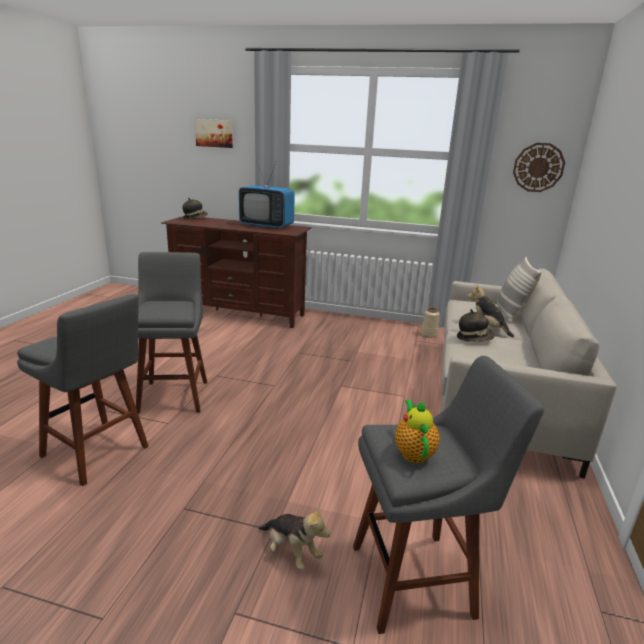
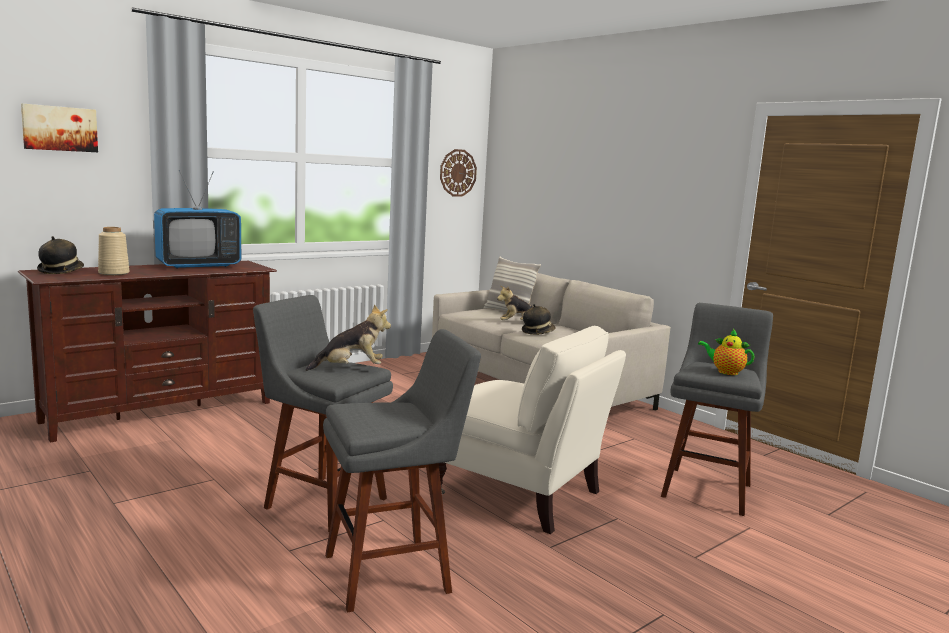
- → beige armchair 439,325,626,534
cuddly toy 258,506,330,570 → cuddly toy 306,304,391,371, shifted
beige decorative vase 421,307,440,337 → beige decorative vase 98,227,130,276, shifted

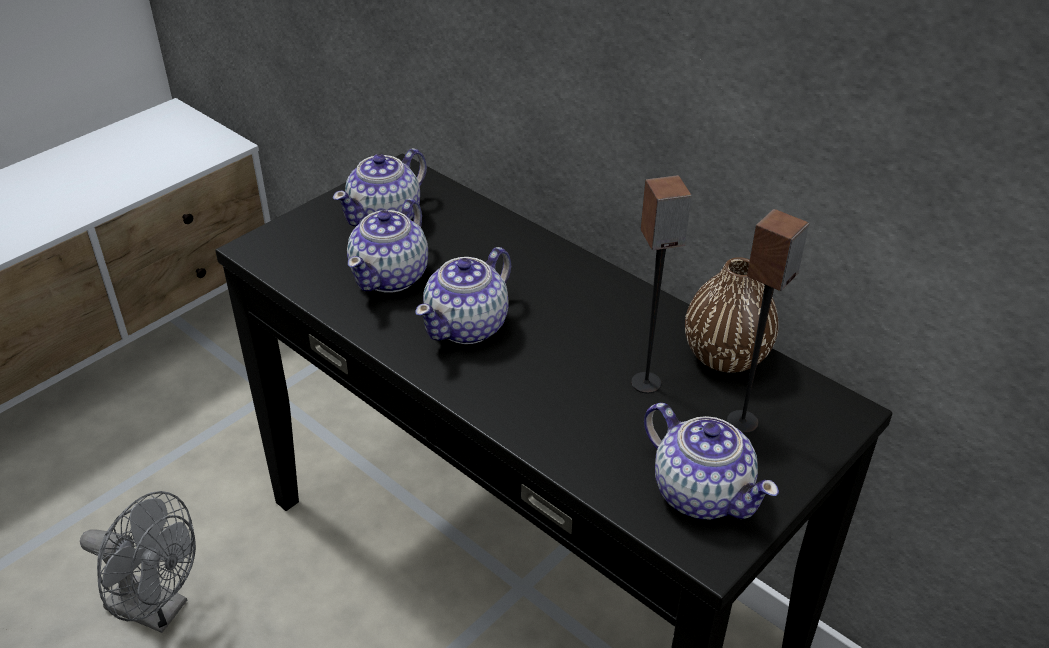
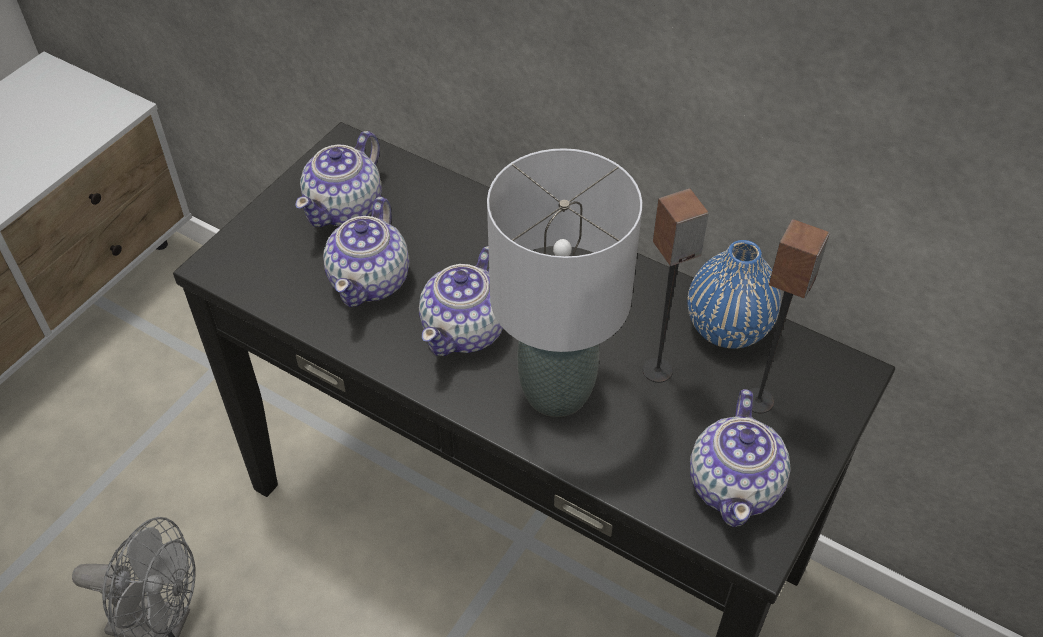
- → grey tabletop lamp 487,148,642,417
brown-coloured decorative vase 685,257,779,373 → blue-coloured decorative vase 688,240,781,349
teapot 644,403,779,520 → teapot 690,389,791,527, 60 degrees clockwise

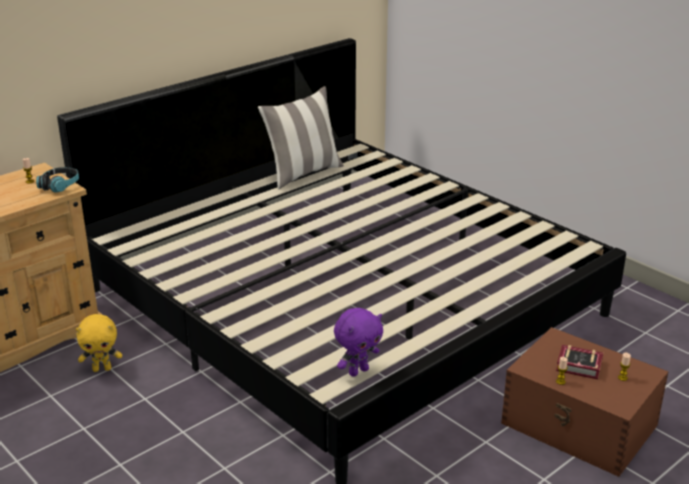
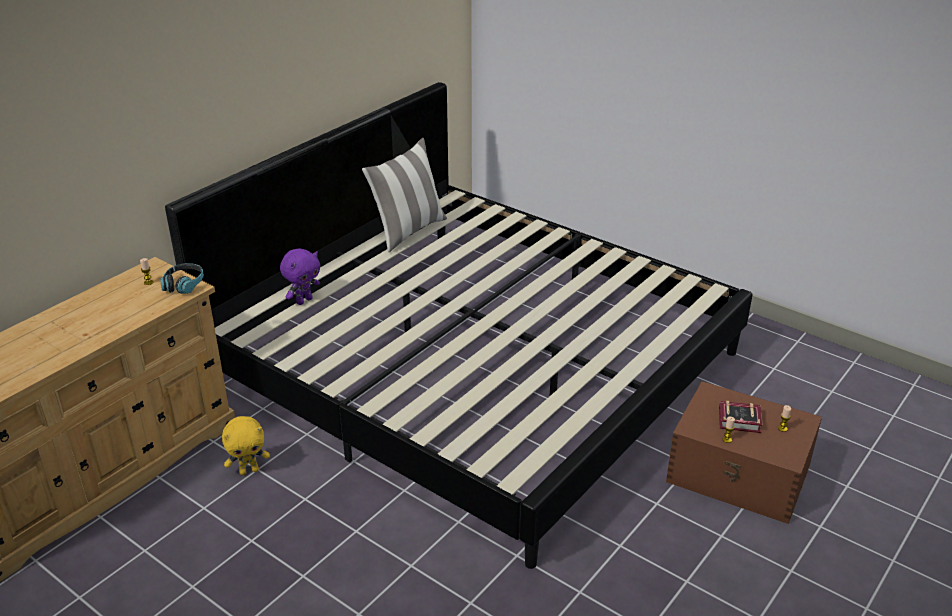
purple-coloured cuddly toy 334,308,383,377 → purple-coloured cuddly toy 280,248,320,305, shifted

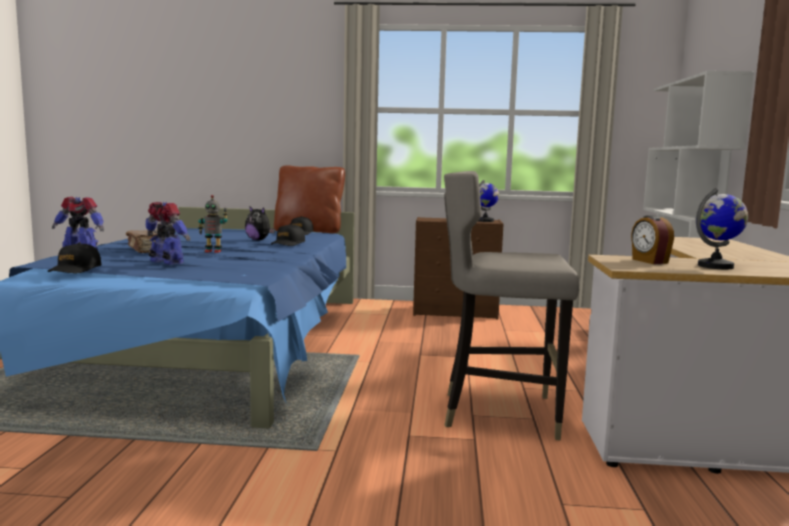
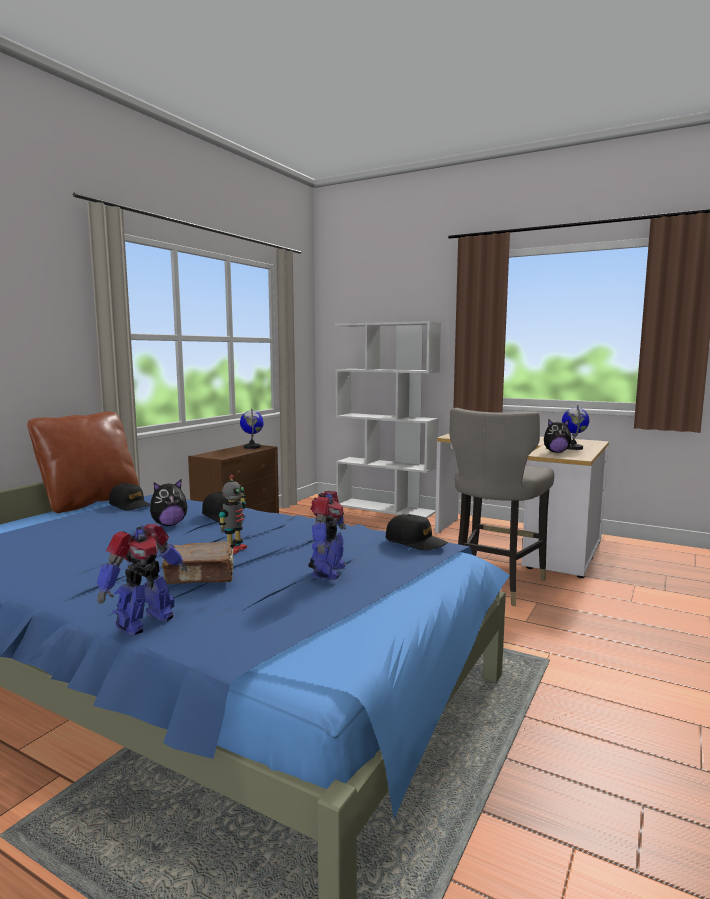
black-coloured baseball cap 48,243,102,273 → black-coloured baseball cap 386,514,448,550, shifted
bedside clock 631,215,674,264 → cuddly toy 544,420,571,453
toy robot 146,201,190,265 → toy robot 308,491,346,580, 135 degrees clockwise

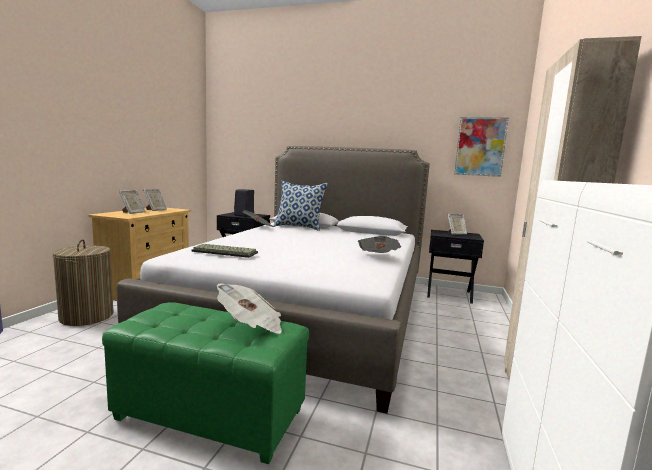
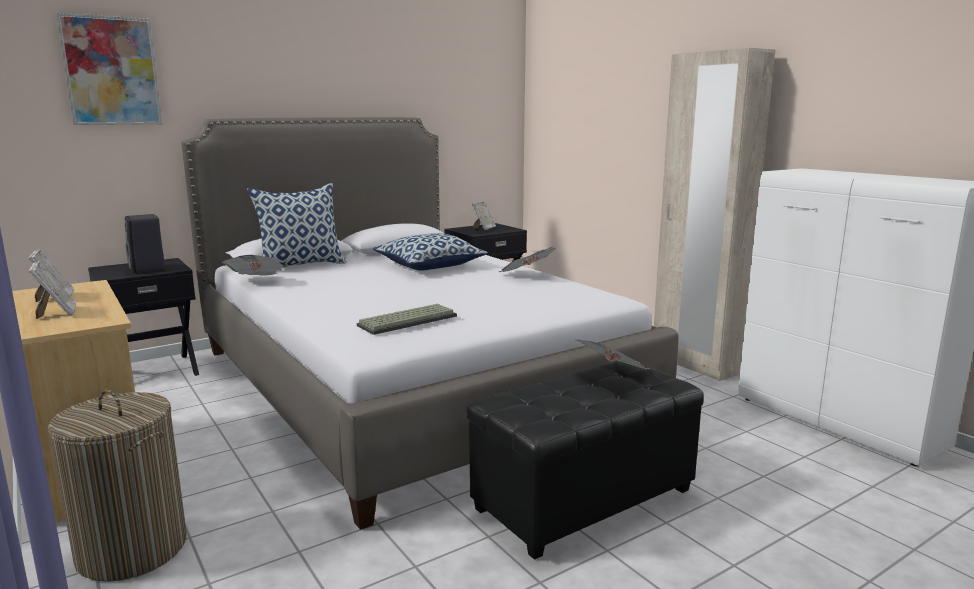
- → cushion 373,233,488,271
wall art 454,117,509,177 → wall art 57,13,162,125, shifted
greenish pouffe 102,302,309,464 → black-coloured pouffe 467,361,704,560

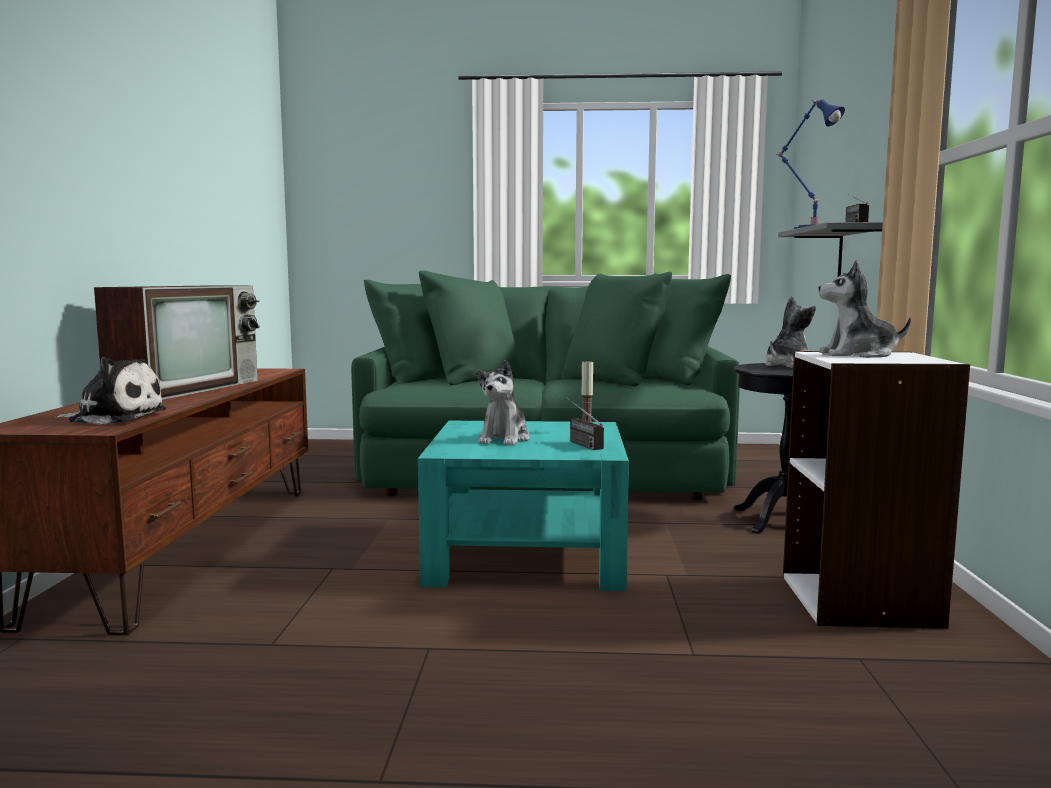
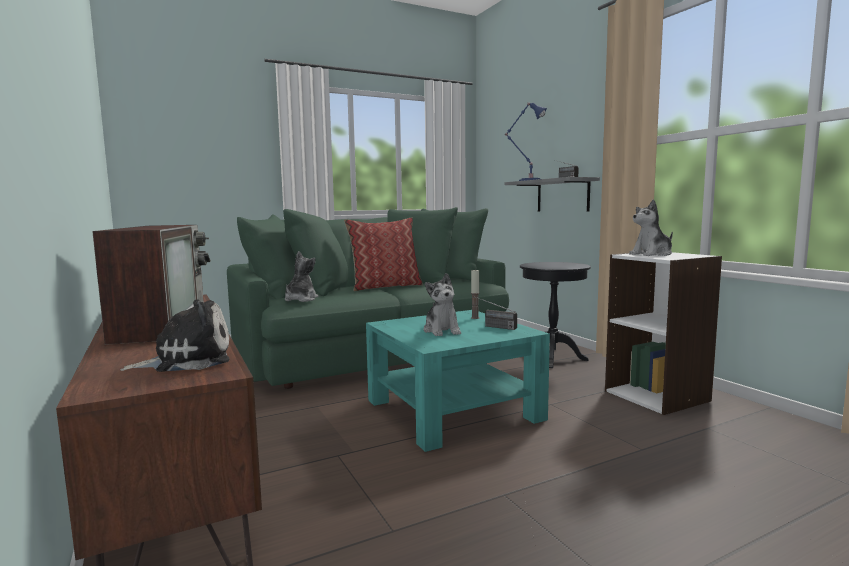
- → cushion 344,217,423,291
cuddly toy 765,296,816,368 → cuddly toy 285,251,319,302, shifted

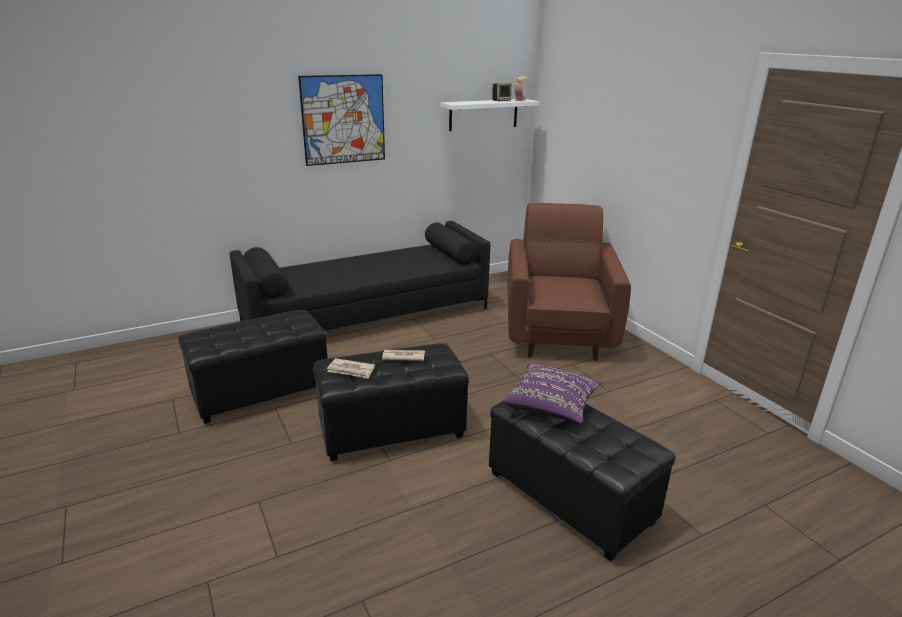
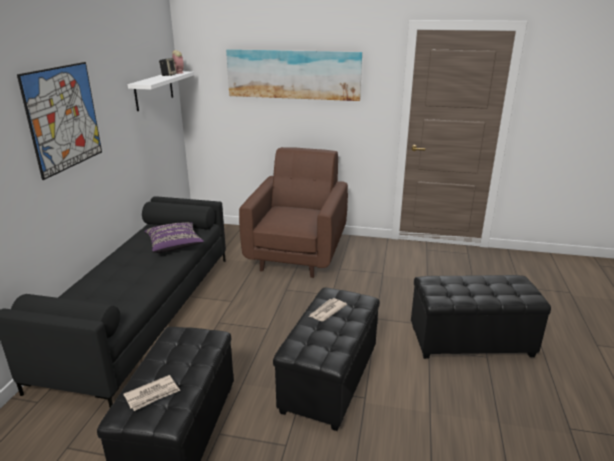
- → wall art 226,49,362,101
newspaper 327,358,375,379 → newspaper 123,375,180,411, shifted
purple-coloured cushion 502,364,601,424 → purple-coloured cushion 144,222,204,253, shifted
brown-coloured armchair 508,203,631,361 → brown-coloured armchair 239,147,348,278, 60 degrees clockwise

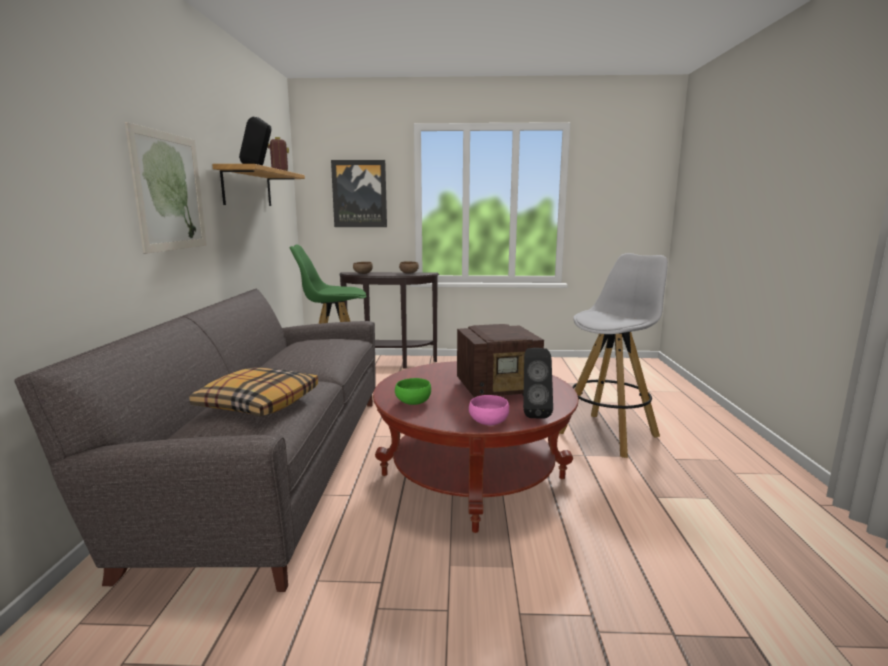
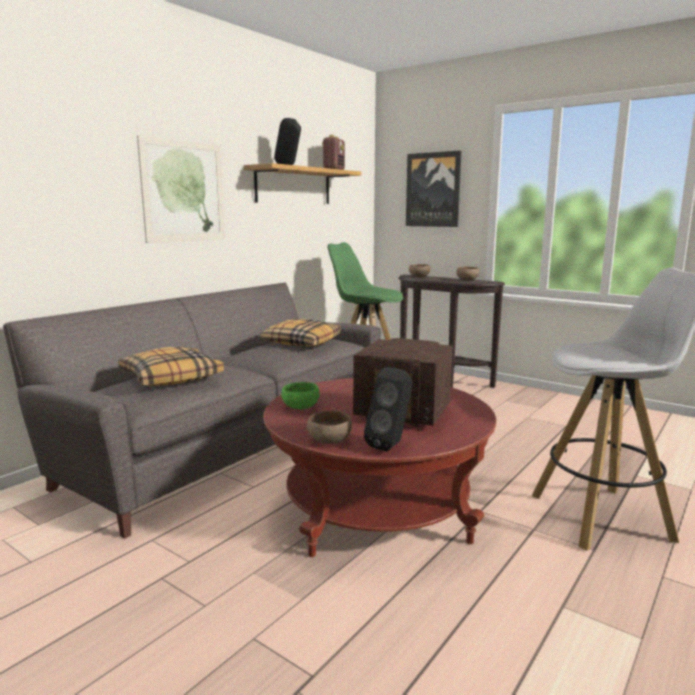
- → cushion 260,319,340,347
pinkish deep dish 469,395,509,425 → brown-coloured deep dish 307,411,352,444

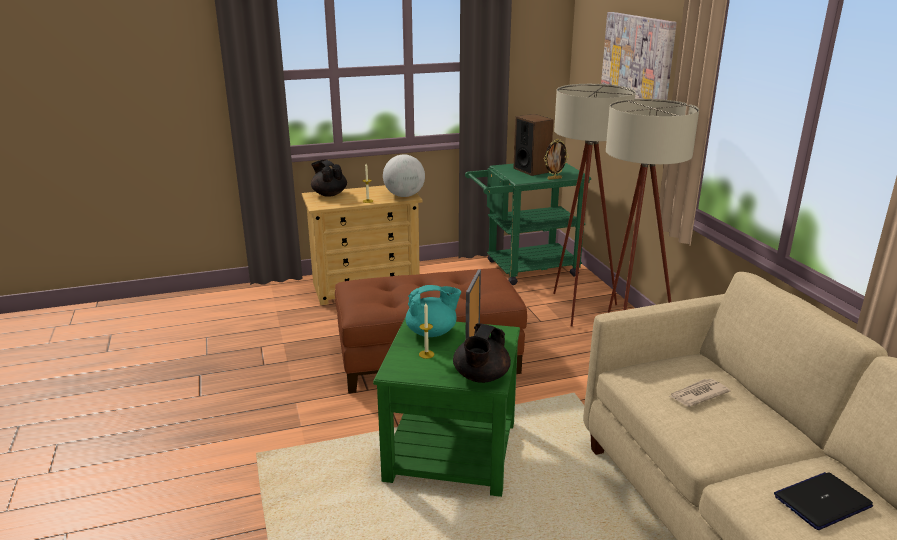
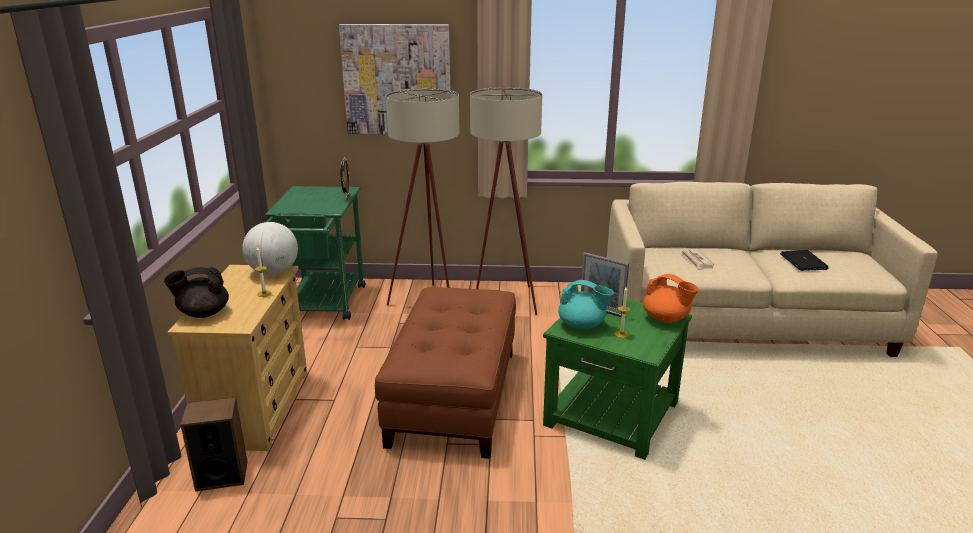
speaker 513,114,554,176 → speaker 180,397,247,492, shifted
black-coloured teapot 453,323,511,383 → orangey teapot 643,274,699,323
turquoise teapot 406,285,461,337 → turquoise teapot 558,280,614,330, 105 degrees clockwise

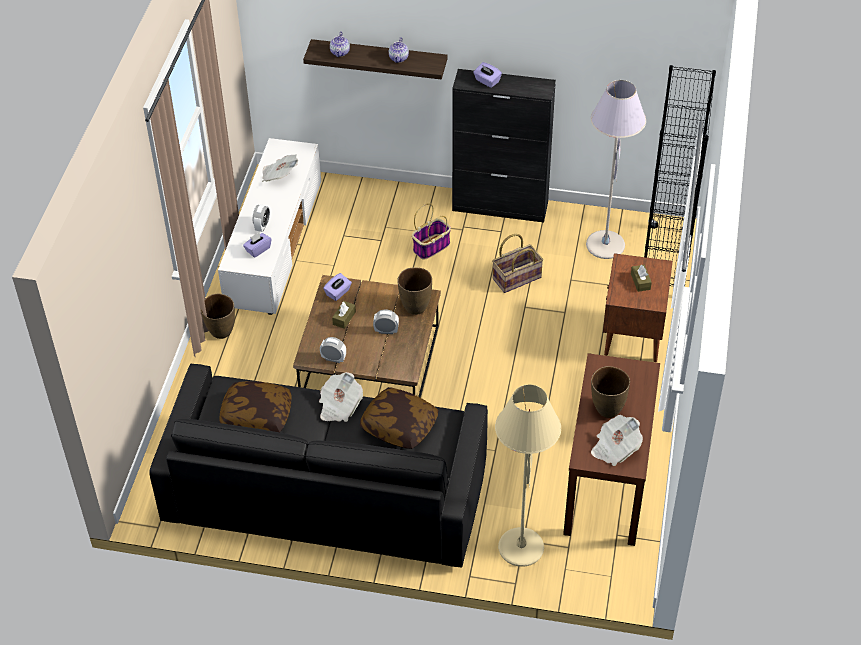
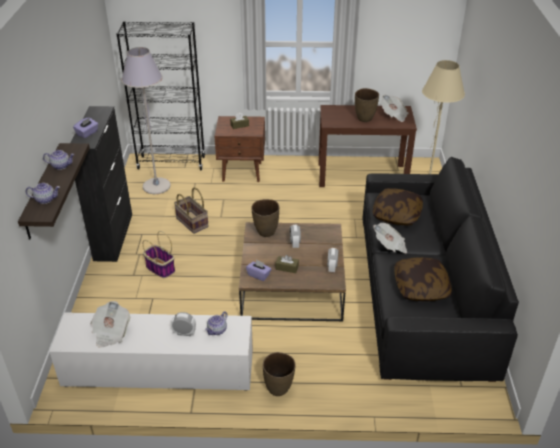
purple-coloured box of tissues 243,233,272,258 → teapot 205,311,227,335

